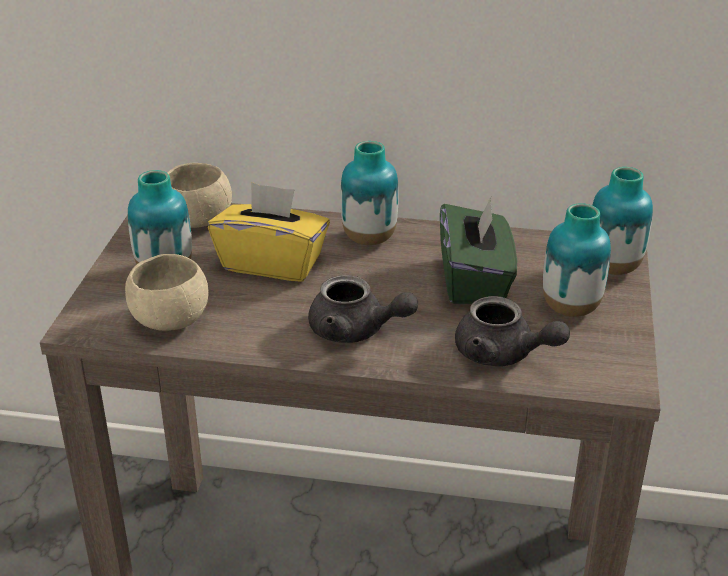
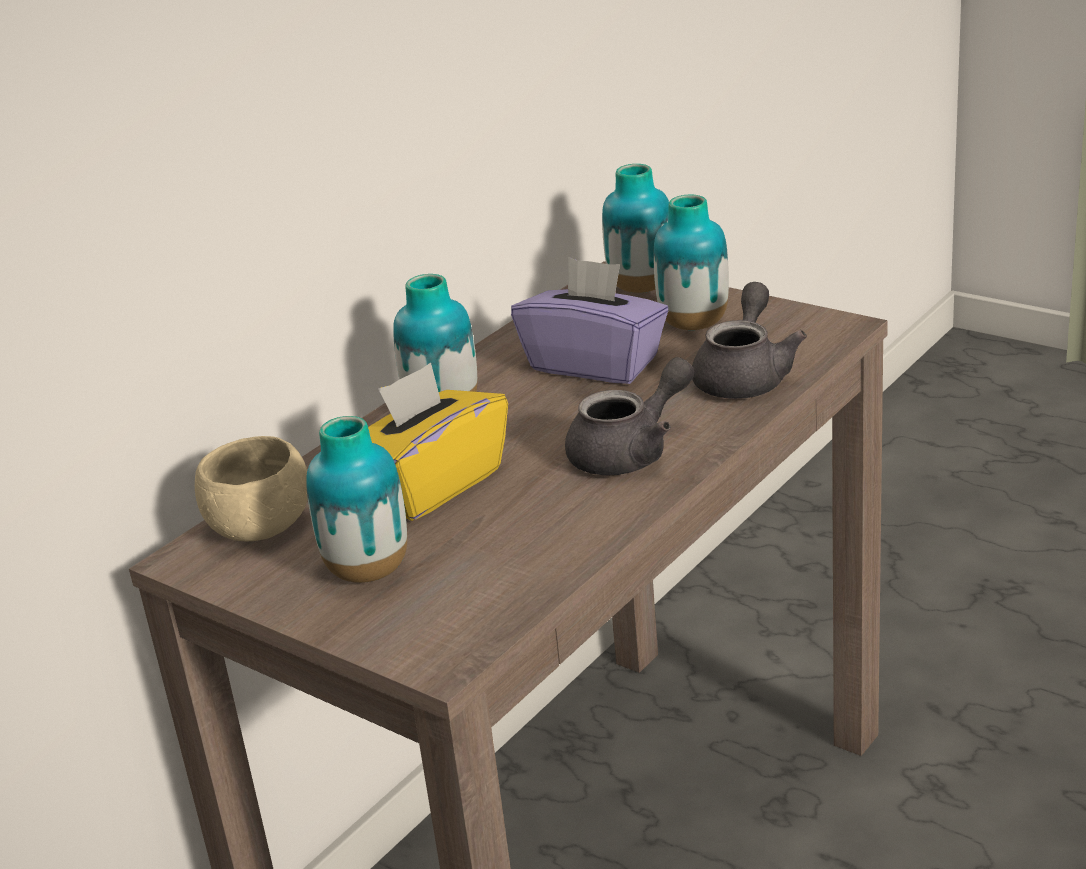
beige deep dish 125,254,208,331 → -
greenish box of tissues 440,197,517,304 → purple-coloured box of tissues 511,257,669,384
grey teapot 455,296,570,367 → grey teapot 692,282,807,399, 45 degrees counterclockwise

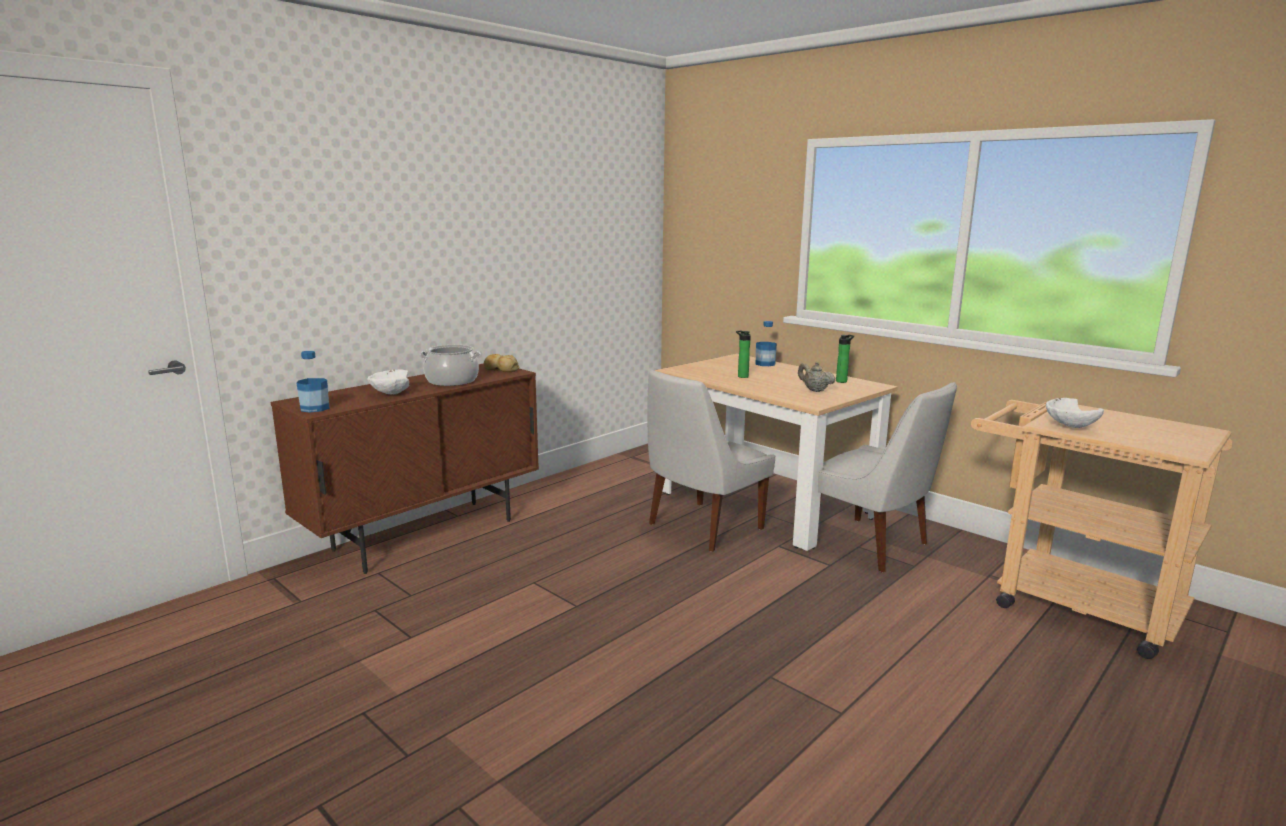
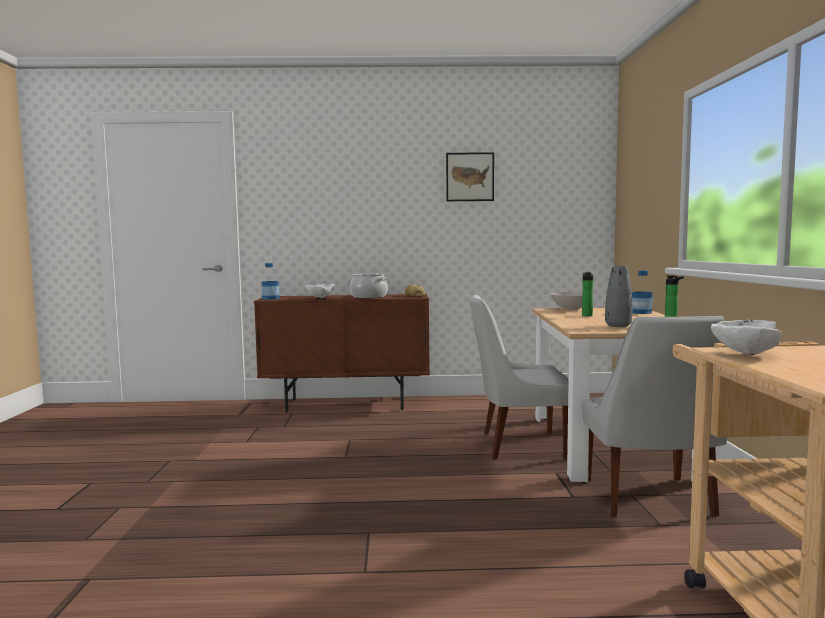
- → wall art 446,152,494,201
- → whitish deep dish 551,292,594,310
beige teapot 798,362,836,392 → grey decorative vase 605,266,633,327

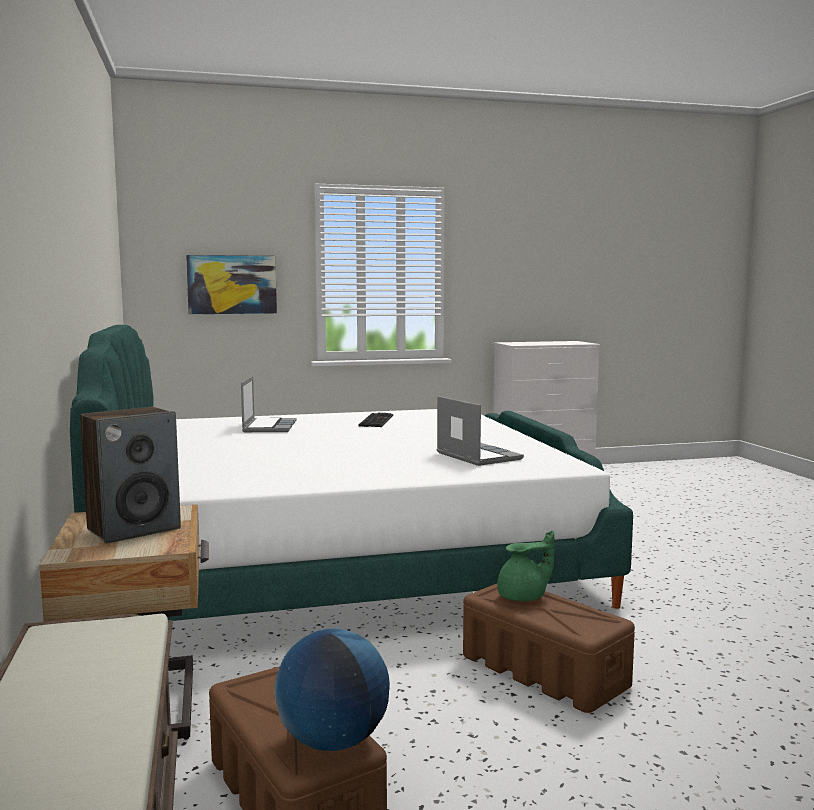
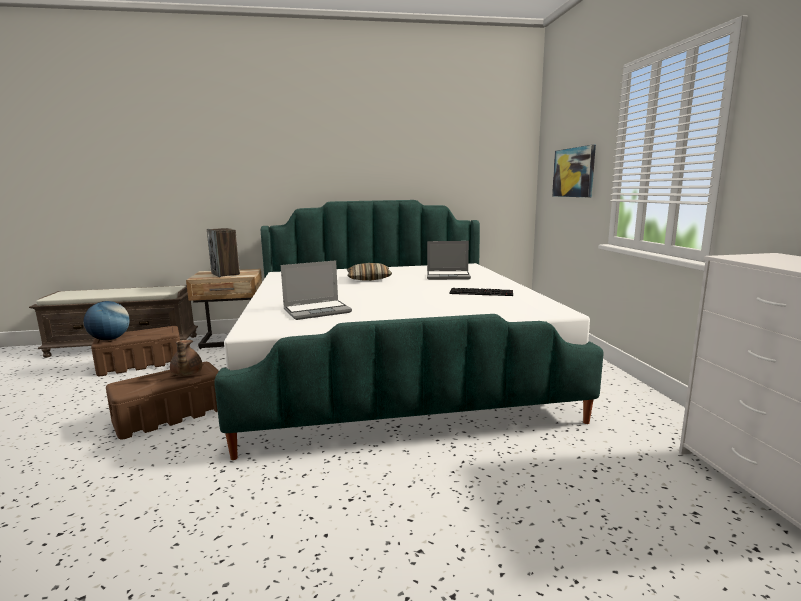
- → cushion 347,263,392,281
greenish teapot 497,530,554,601 → brown-coloured teapot 170,340,202,376

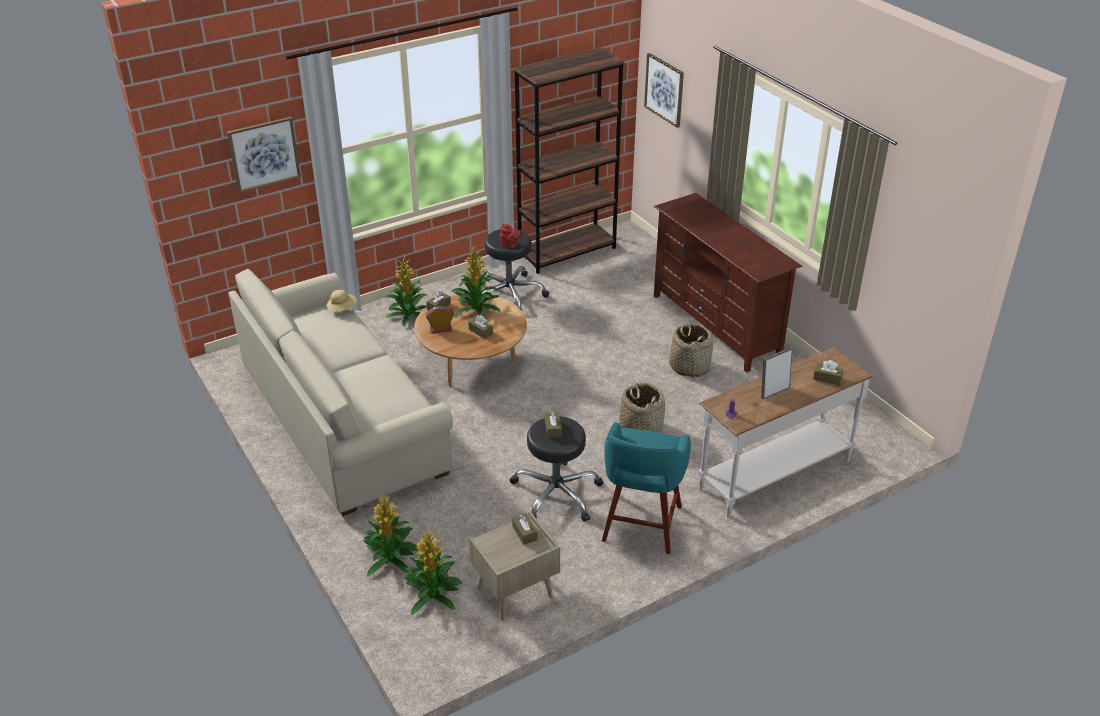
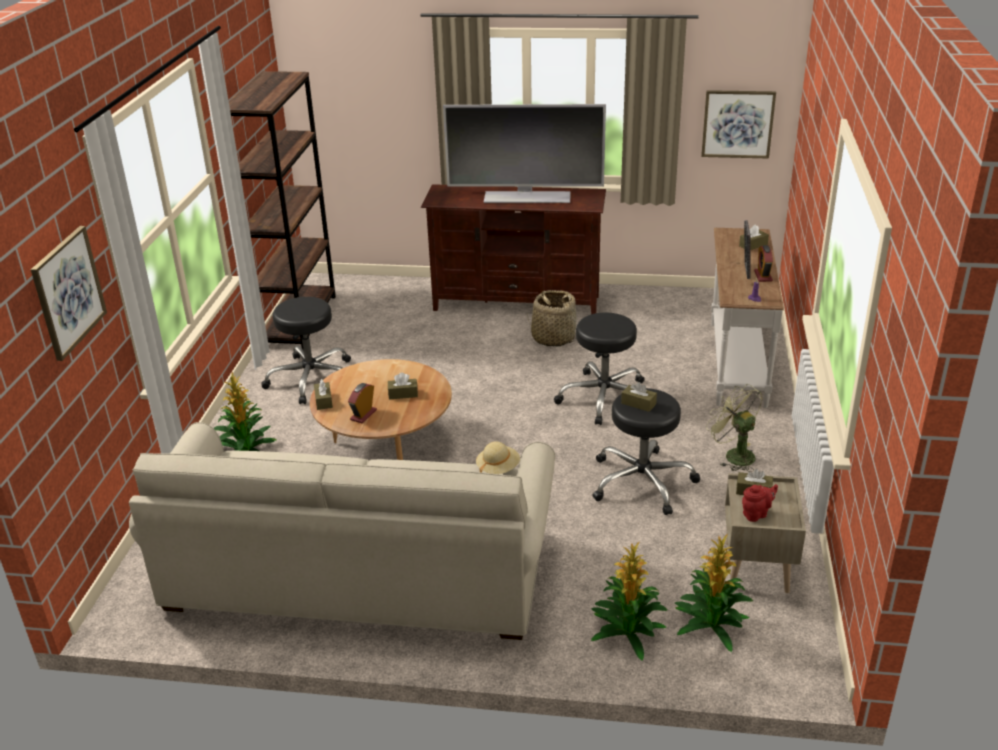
potted plant 451,245,501,318 → -
- → TV set 443,104,606,203
- → bedside clock 754,245,773,282
beige wearable hat 327,289,357,311 → beige wearable hat 476,441,520,474, shifted
reddish teapot 500,224,523,248 → reddish teapot 742,484,778,522, shifted
wall art 644,53,684,128 → wall art 701,90,776,159, shifted
turquoise stool 602,422,691,554 → greenish cooling fan 706,384,762,472
household basket 619,382,665,433 → black-coloured stool 554,312,645,425

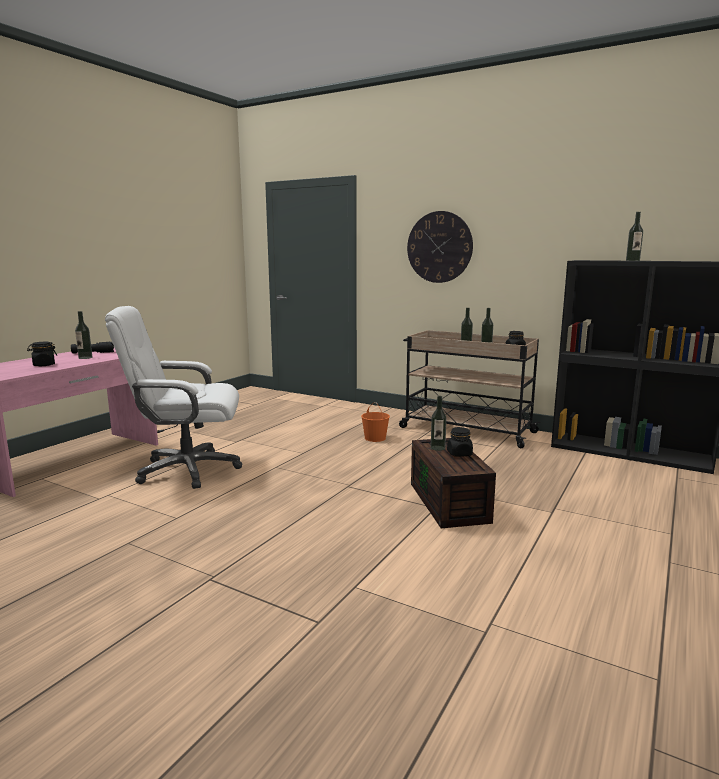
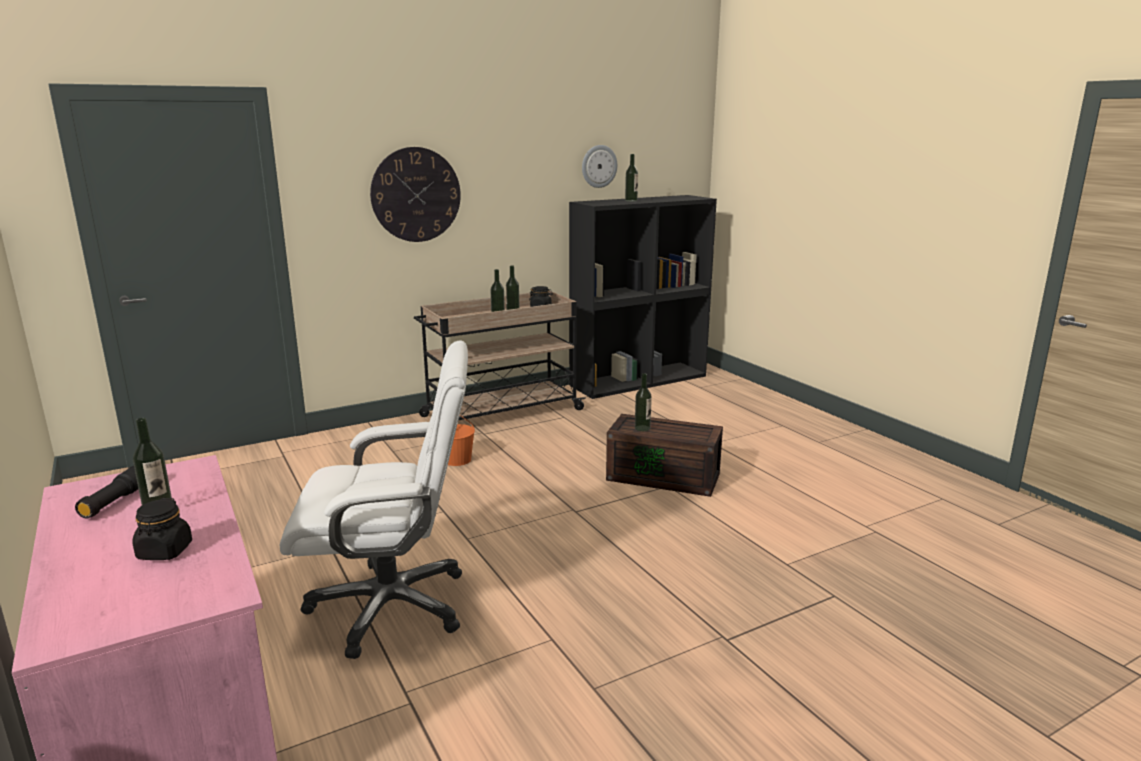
black-coloured preserve jar 447,427,473,457 → -
- → clock on the wall 582,145,618,188
whitish computer chair 105,306,242,489 → whitish computer chair 279,340,468,659, 120 degrees counterclockwise

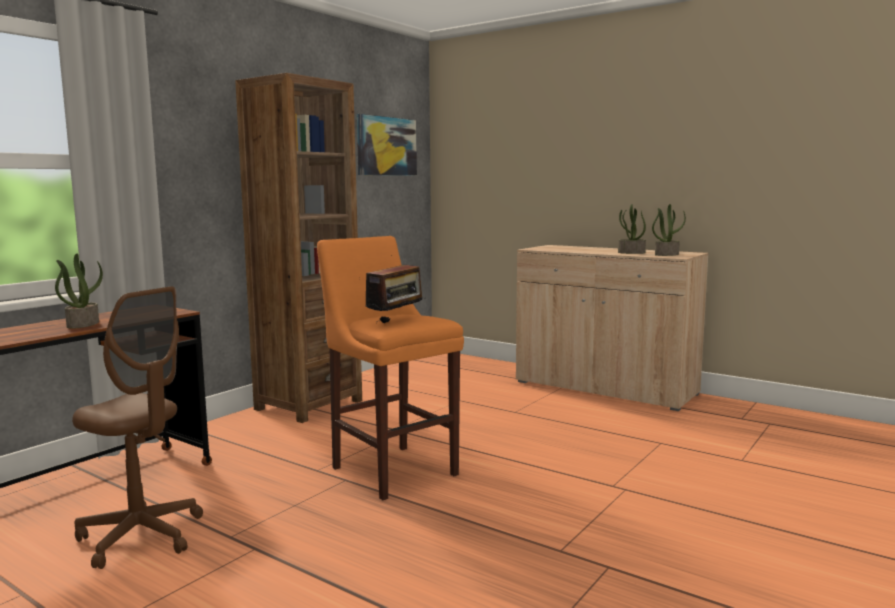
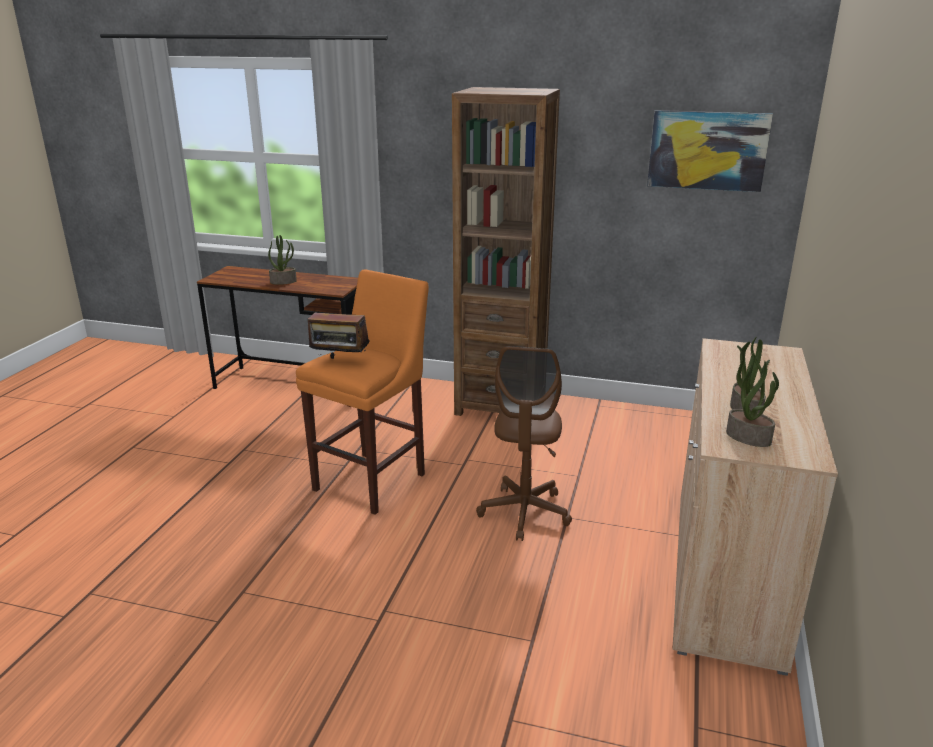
brown-coloured computer chair 72,286,203,569 → brown-coloured computer chair 476,346,572,541, shifted

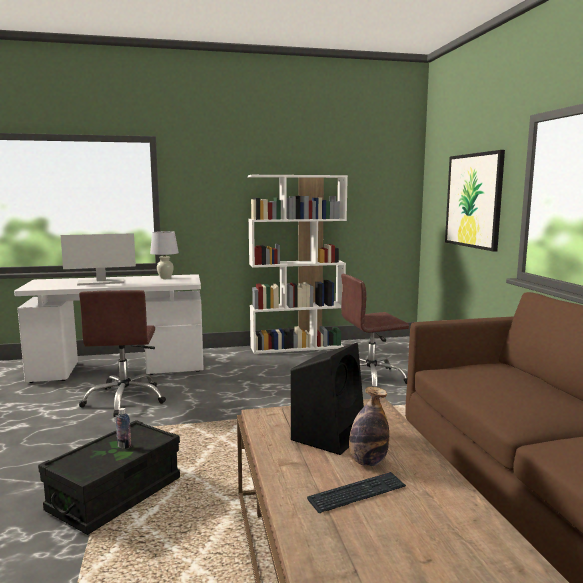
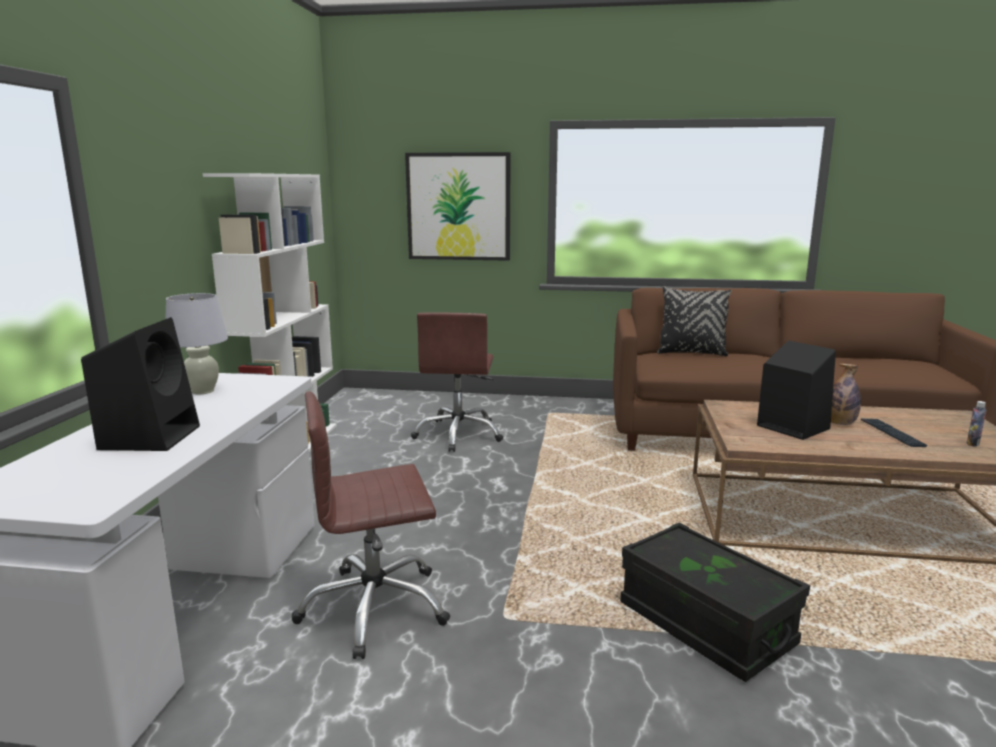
- → black-coloured cushion 657,286,732,356
bottle 116,408,131,449 → bottle 967,401,987,447, shifted
computer screen 61,233,136,285 → black-coloured speaker 81,317,200,451
brown-coloured computer chair 79,290,166,417 → brown-coloured computer chair 292,392,450,659, 150 degrees clockwise

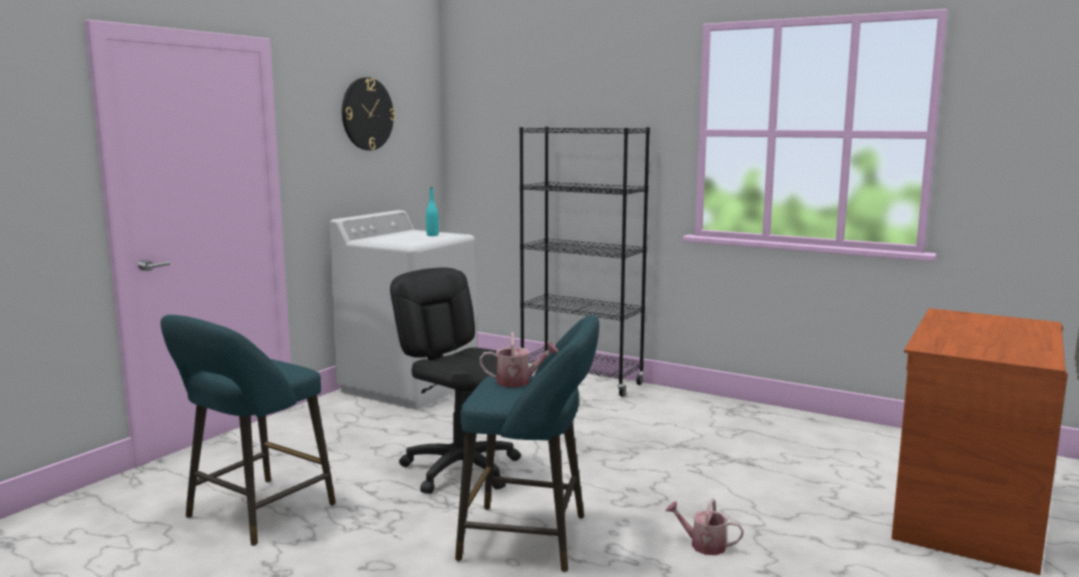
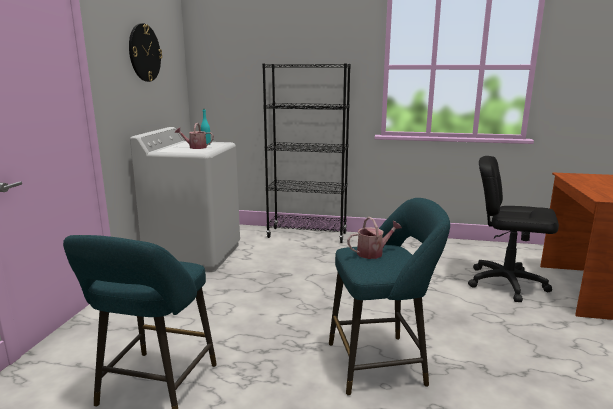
black-coloured computer chair 390,268,521,494 → black-coloured computer chair 468,156,559,302, shifted
watering pot 665,498,744,555 → watering pot 175,123,214,149, shifted

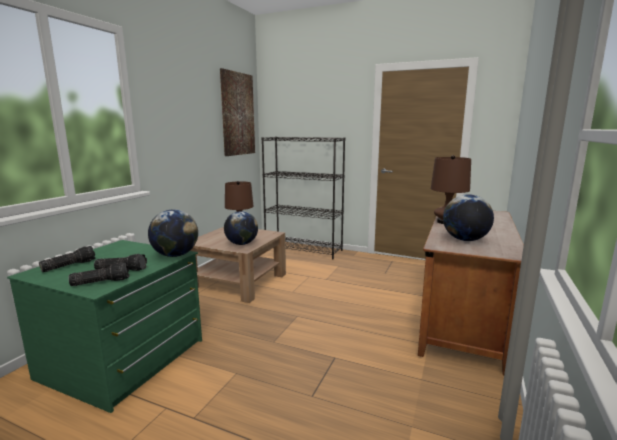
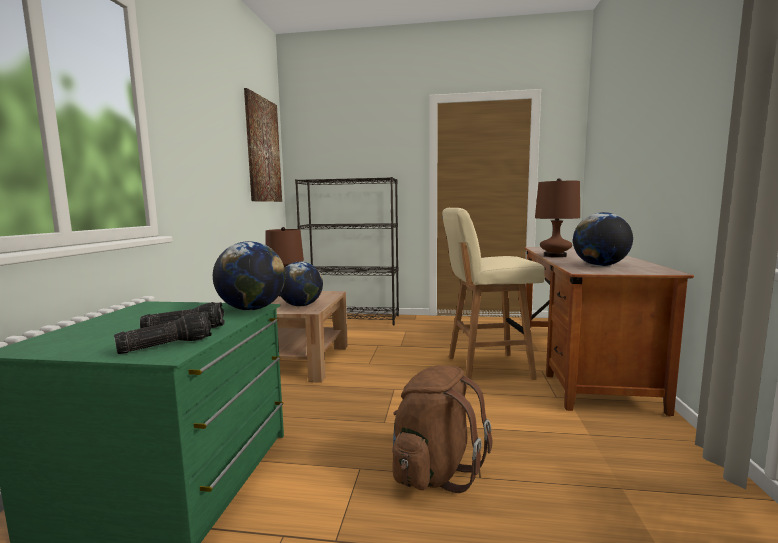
torch 39,246,96,272 → -
- → brown-coloured knapsack 392,365,492,493
- → beige stool 442,208,545,380

